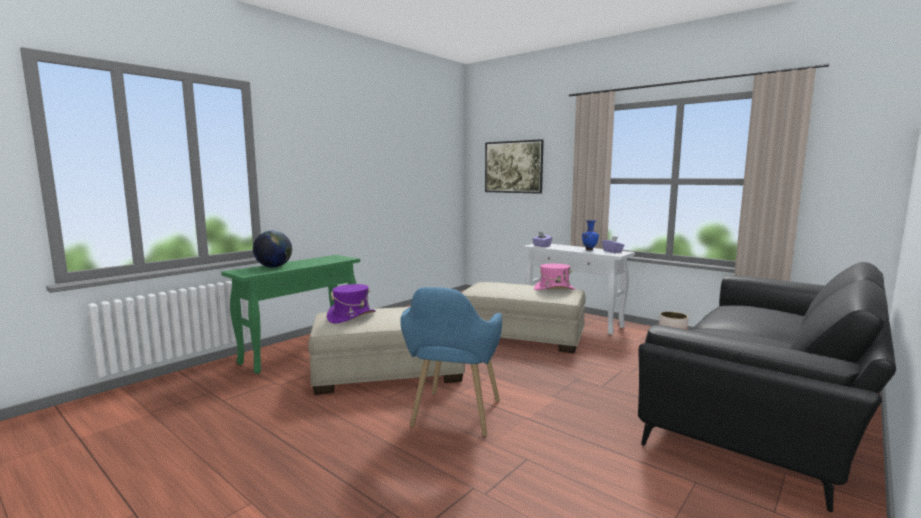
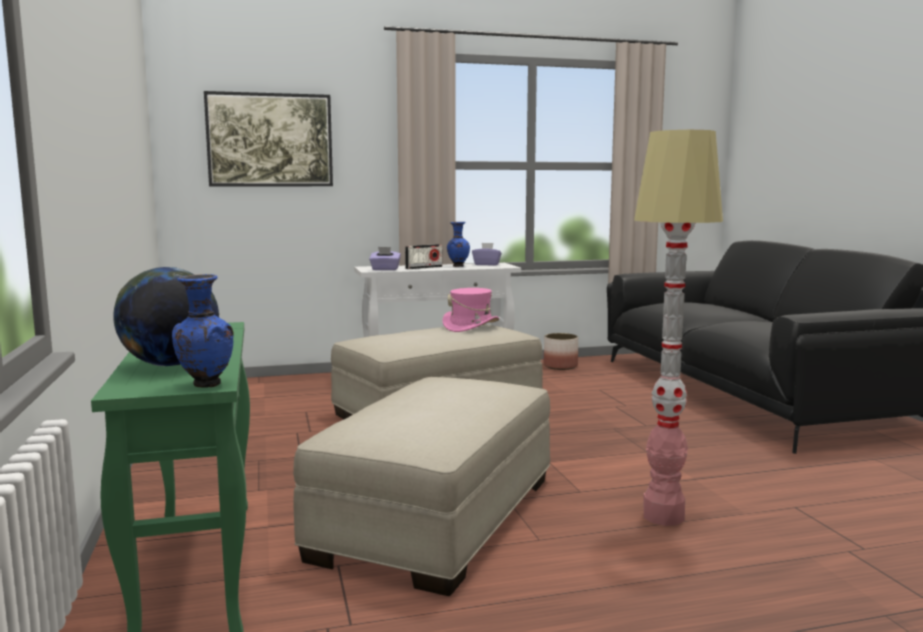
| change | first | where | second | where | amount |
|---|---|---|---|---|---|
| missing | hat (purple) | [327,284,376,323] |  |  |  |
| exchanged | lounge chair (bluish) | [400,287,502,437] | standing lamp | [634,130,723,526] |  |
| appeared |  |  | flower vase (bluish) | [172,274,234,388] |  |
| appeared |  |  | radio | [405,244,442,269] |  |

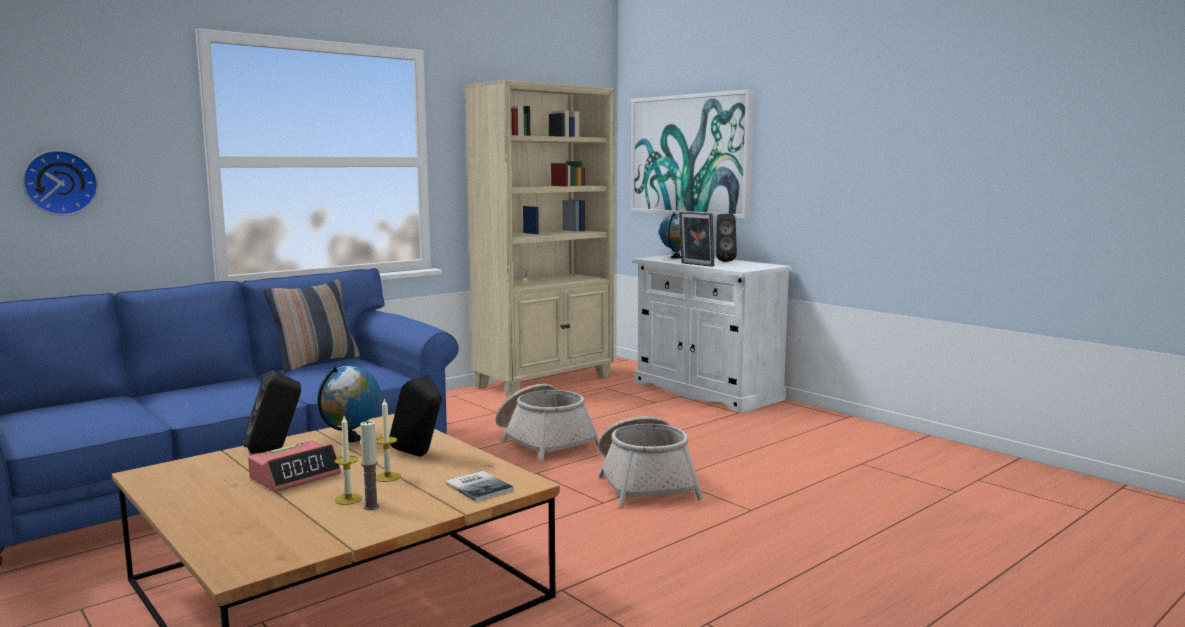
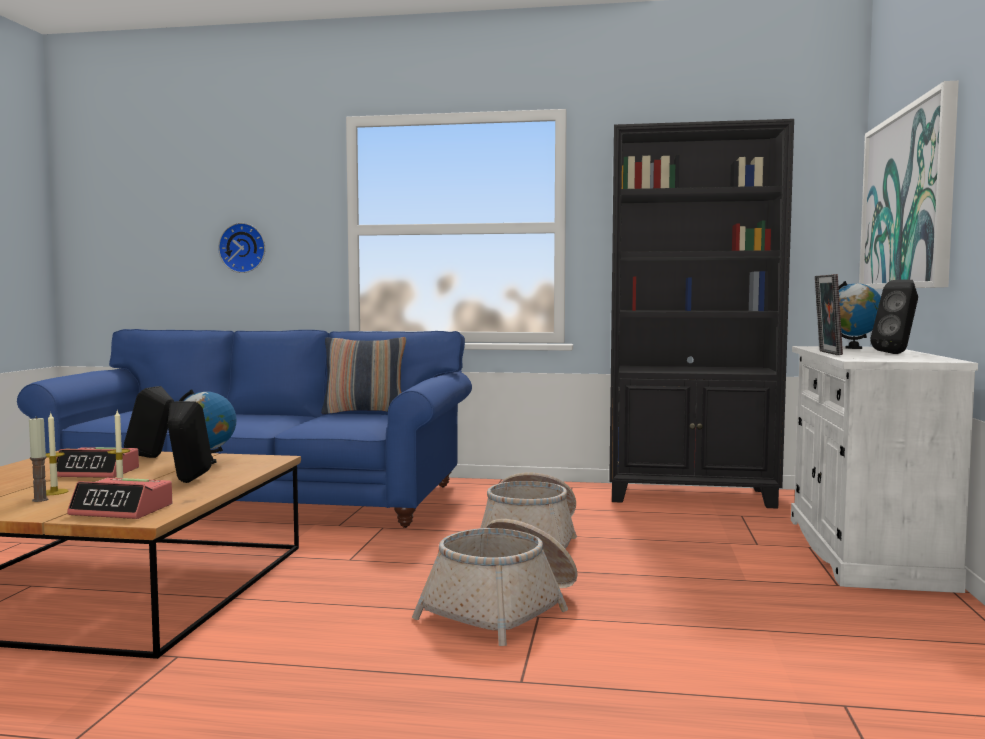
| change | first | where | second | where | amount |
|---|---|---|---|---|---|
| exchanged | volume | [445,471,514,502] | alarm clock | [67,478,172,519] |  |
| colour | bookcase (sand-coloured) | [465,80,615,398] | bookcase (blackish) | [609,119,794,509] |  |

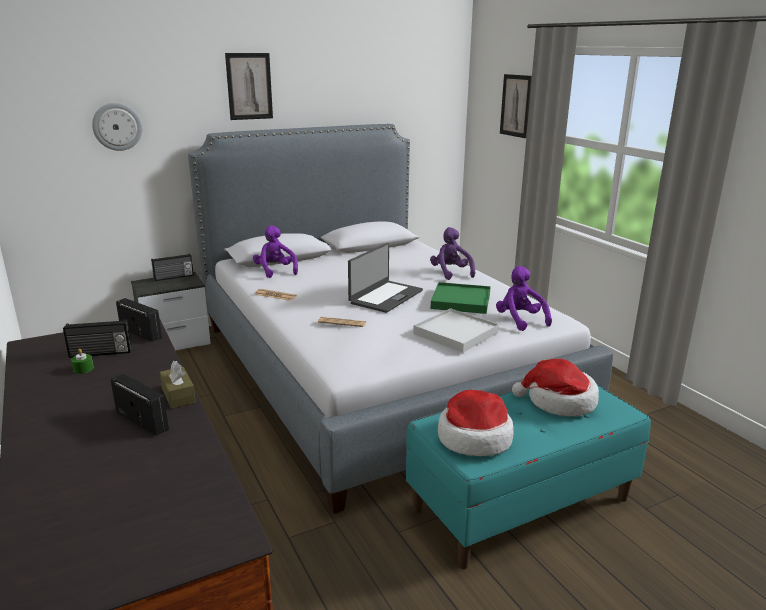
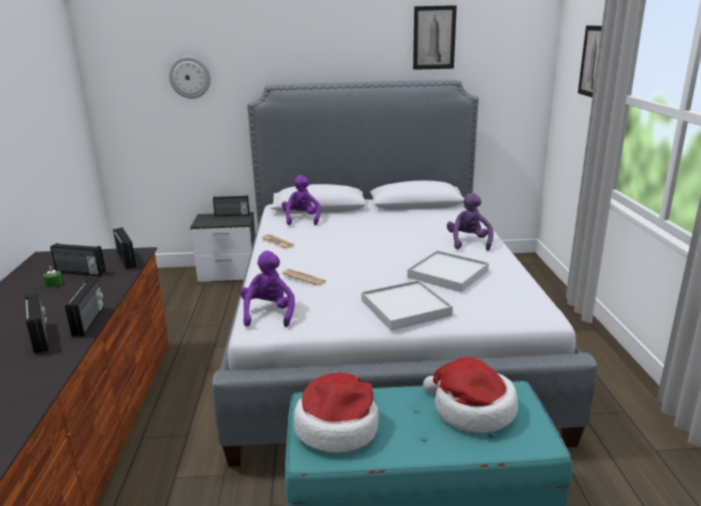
| change | first | where | second | where | amount |
|---|---|---|---|---|---|
| exchanged | tissue holder (brownish) | [160,361,196,409] | radio | [65,278,104,337] |  |
| relocated | wall picture | [225,53,273,120] |  | [413,5,457,70] |  |
| missing | notebook computer | [348,243,423,313] |  |  |  |
| colour | carrying tray (green-coloured) | [431,282,491,314] | carrying tray (whitish) | [407,250,489,292] |  |
| relocated | cuddly toy (purple) | [496,266,552,331] |  | [240,251,295,327] |  |

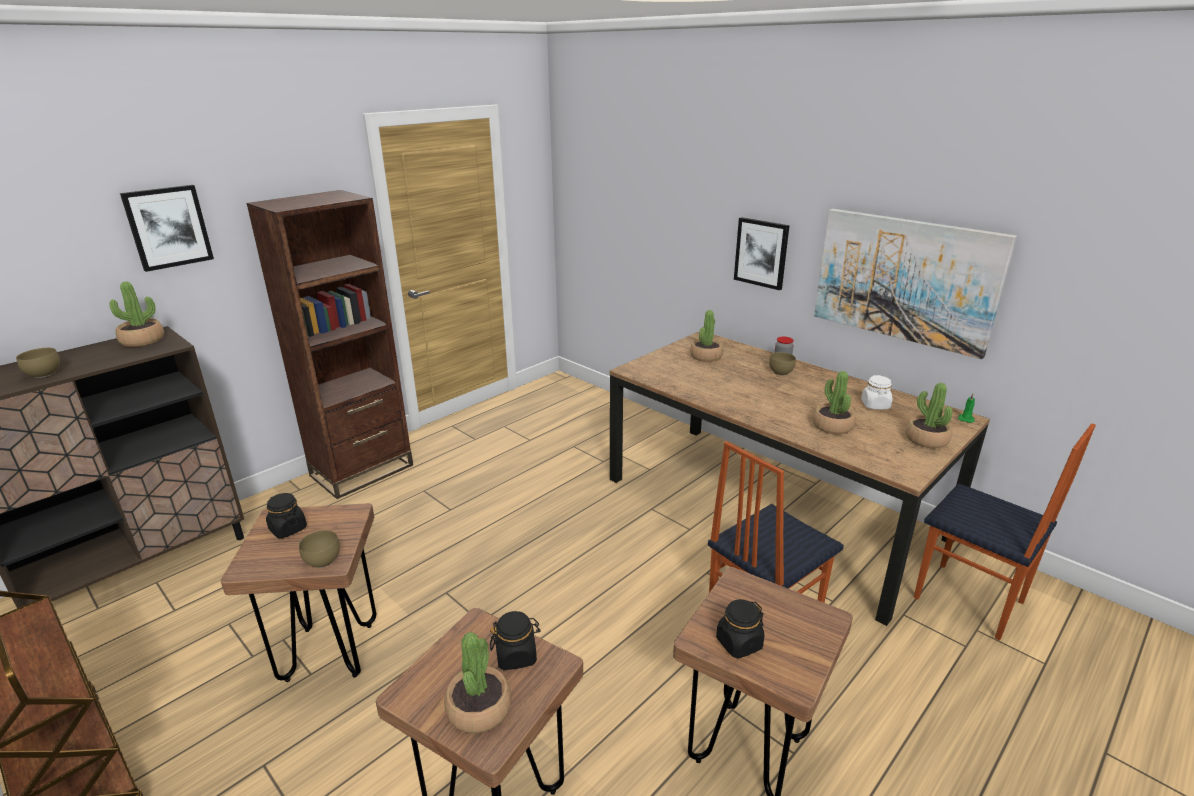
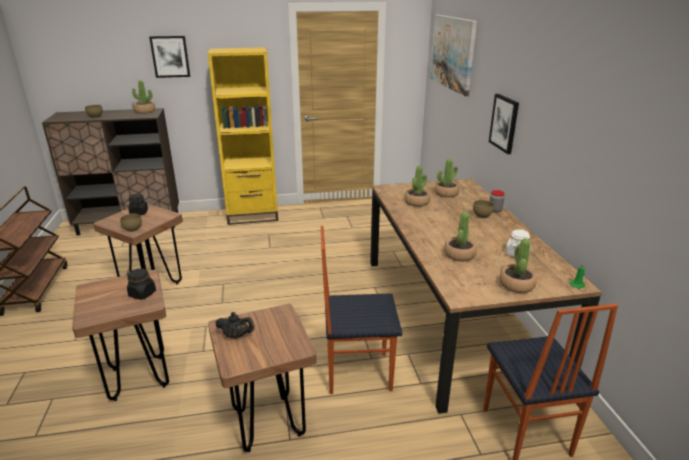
| change | first | where | second | where | amount |
|---|---|---|---|---|---|
| colour | bookcase (brownish) | [246,190,413,499] | bookcase (yellowish) | [208,47,278,225] |  |
| relocated | potted plant | [444,632,512,734] |  | [404,165,430,207] |  |
| exchanged | jar (blackish) | [716,599,764,659] | pot for tea (blackish) | [216,312,255,339] |  |
| relocated | wall picture | [814,209,1017,359] |  | [430,15,477,96] |  |

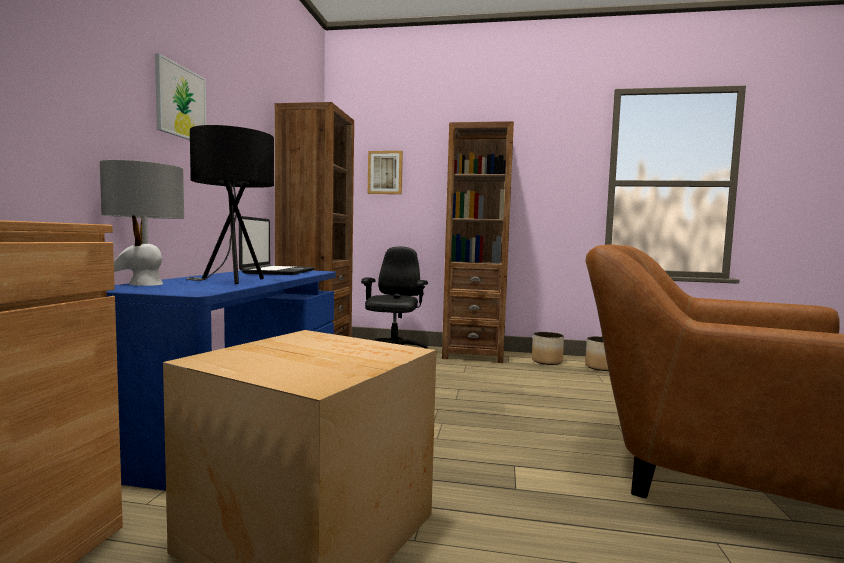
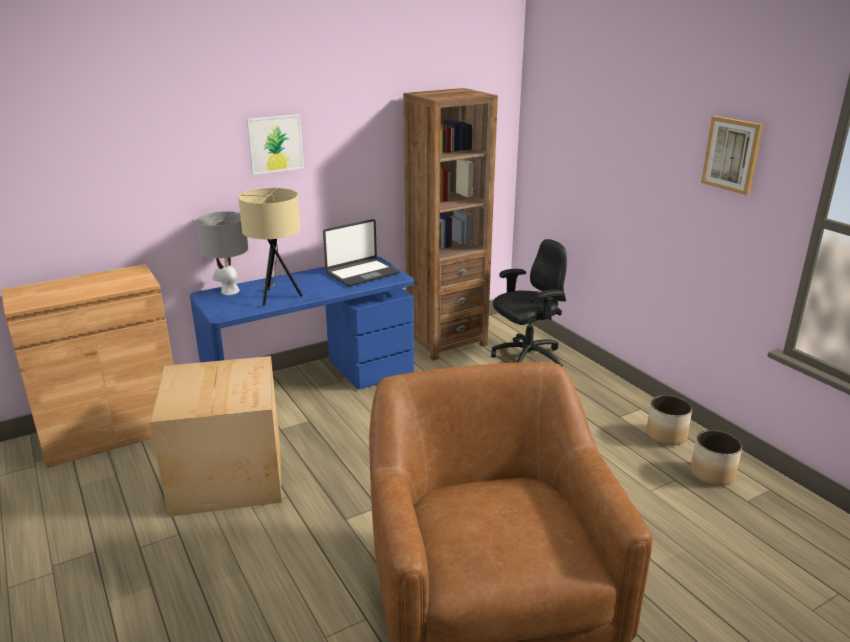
| change | first | where | second | where | amount |
|---|---|---|---|---|---|
| colour | lamp for a table (blackish) | [186,125,274,284] | lamp for a table (sand-coloured) | [238,188,303,306] |  |
| relocated | wall picture | [368,151,403,194] |  | [701,116,764,195] |  |
| missing | bookcase (brownish) | [442,121,514,363] |  |  |  |

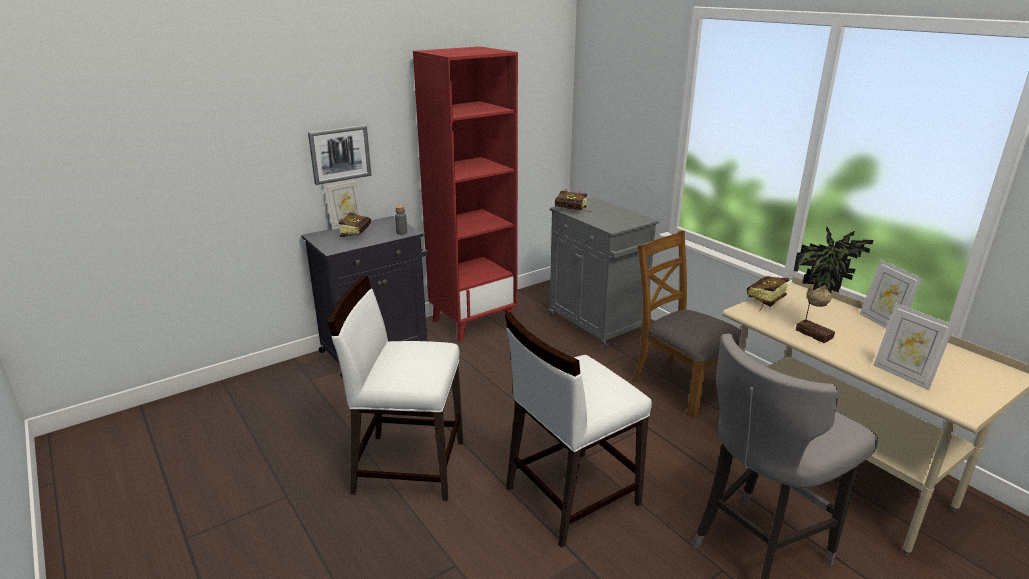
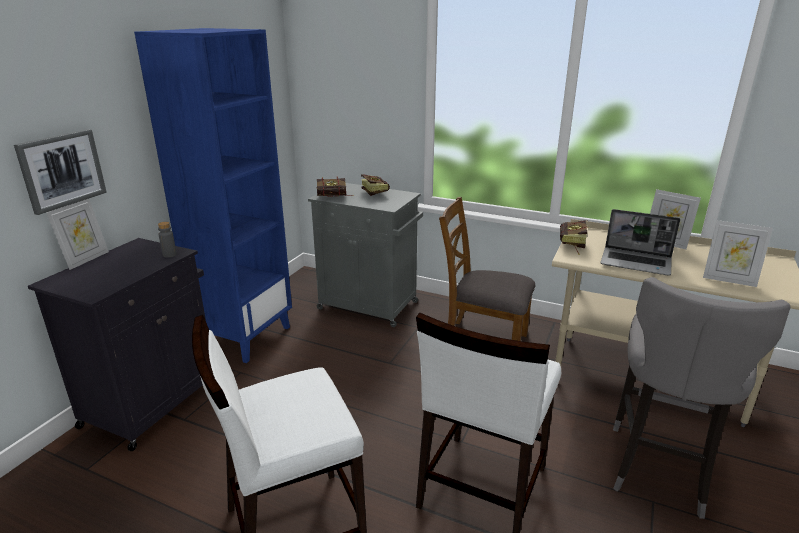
| change | first | where | second | where | amount |
|---|---|---|---|---|---|
| relocated | volume | [339,212,371,237] |  | [361,174,390,196] |  |
| colour | bookcase (red) | [413,46,518,342] | bookcase (bluish) | [134,28,292,363] |  |
| exchanged | potted plant | [794,227,873,343] | notebook computer | [600,209,680,276] |  |

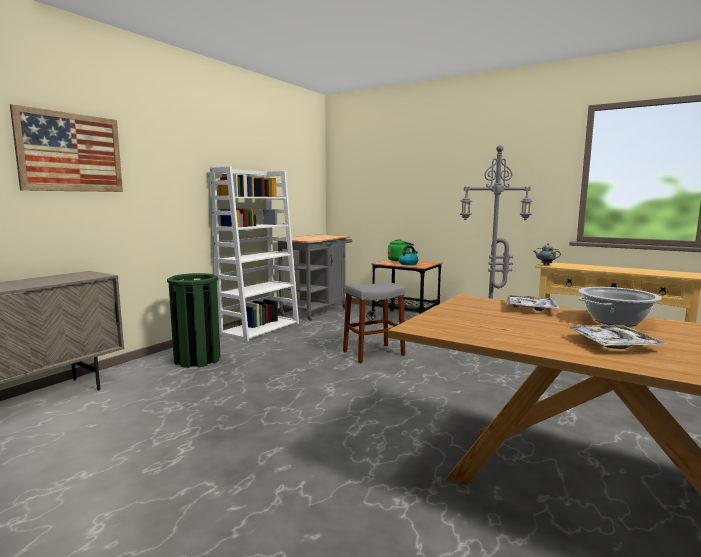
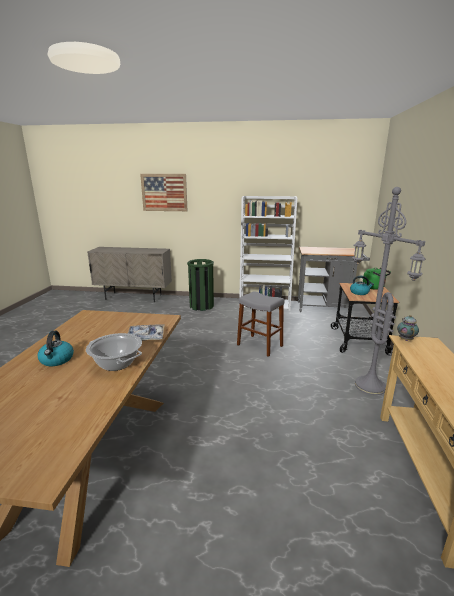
| change | first | where | second | where | amount |
|---|---|---|---|---|---|
| exchanged | carrying tray | [566,325,668,349] | kettle | [37,331,74,366] |  |

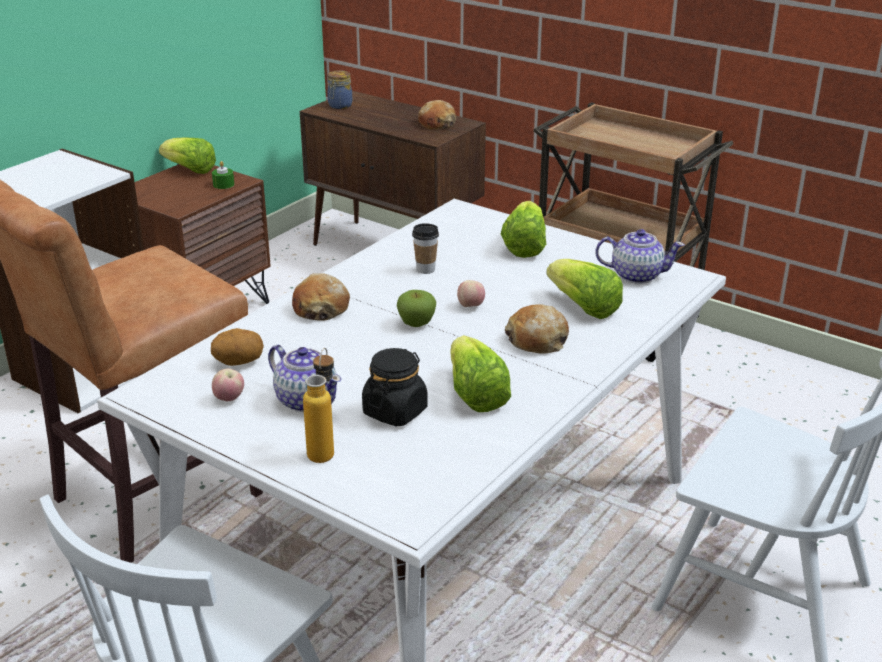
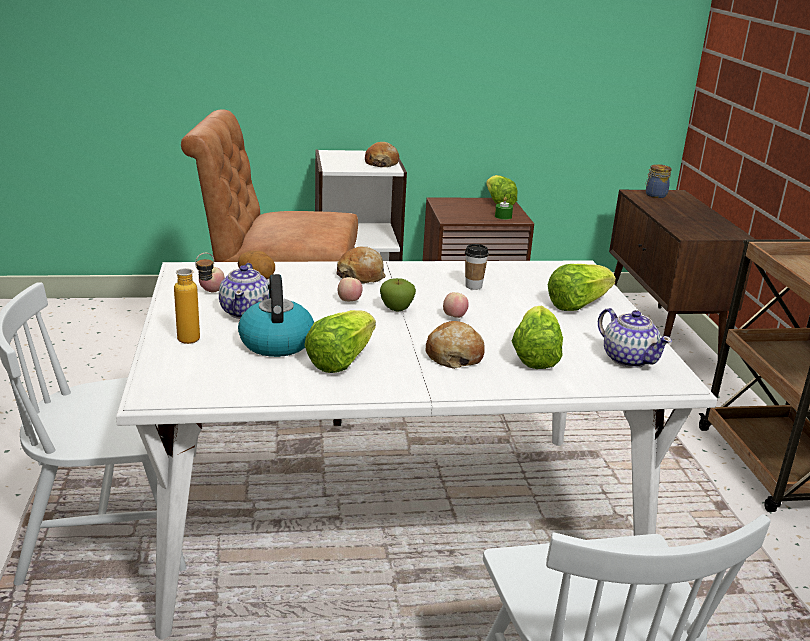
| change | first | where | second | where | amount |
|---|---|---|---|---|---|
| exchanged | jar (blackish) | [362,348,428,426] | kettle | [238,274,314,357] |  |
| relocated | baked bread | [418,100,456,129] |  | [365,142,399,167] |  |
| appeared |  |  | apple fruit | [338,277,362,301] |  |

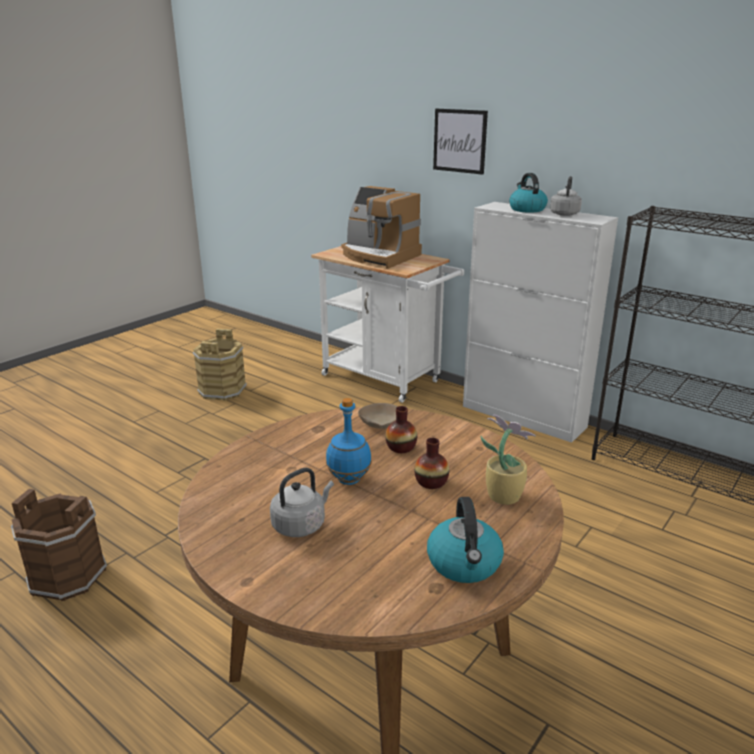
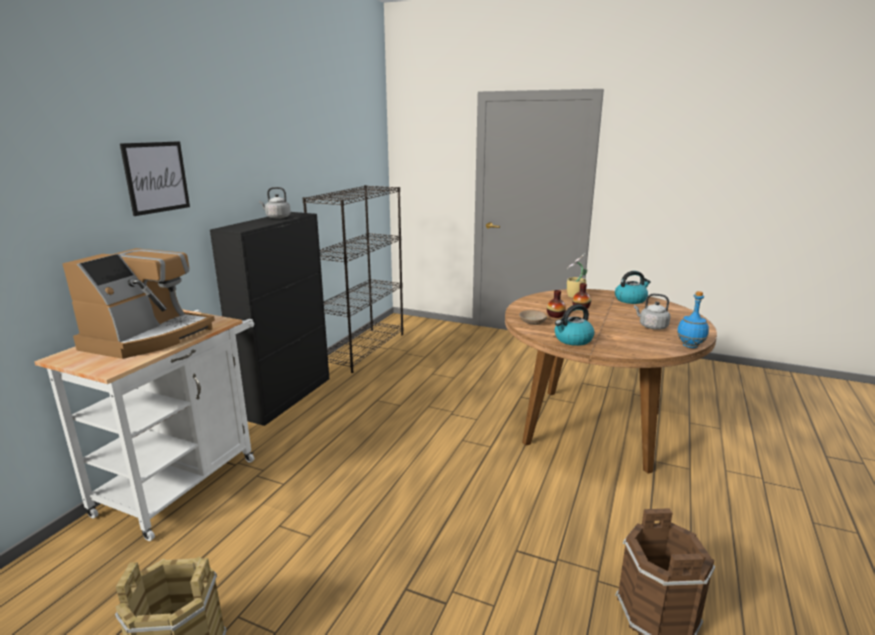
| change | first | where | second | where | amount |
|---|---|---|---|---|---|
| relocated | beverage bottle (bluish) | [326,398,372,485] |  | [677,291,709,348] |  |
| colour | storage cabinet (whitish) | [463,202,618,443] | storage cabinet (blackish) | [210,212,329,426] |  |
| relocated | kettle | [509,173,548,213] |  | [555,304,595,346] |  |

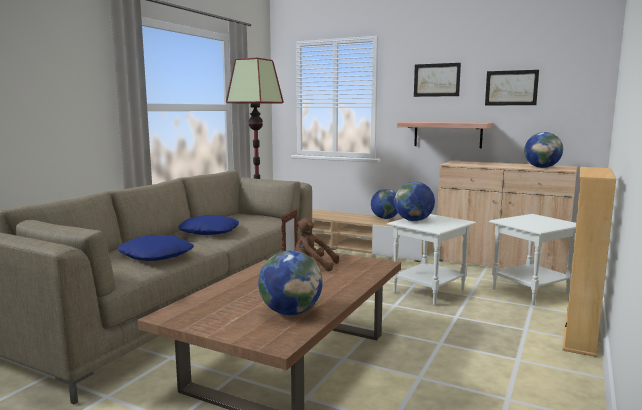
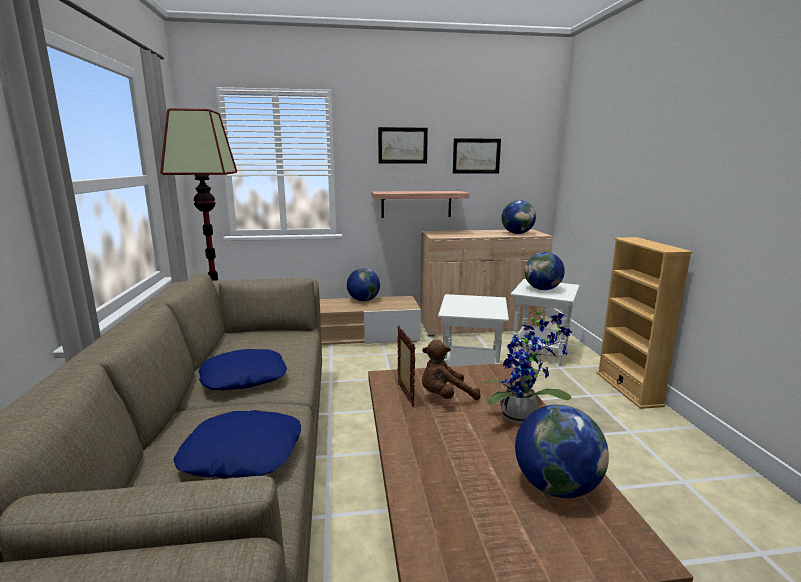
| change | first | where | second | where | amount |
|---|---|---|---|---|---|
| relocated | globe | [394,182,435,221] |  | [524,252,565,290] |  |
| appeared |  |  | potted plant | [482,308,572,424] |  |

